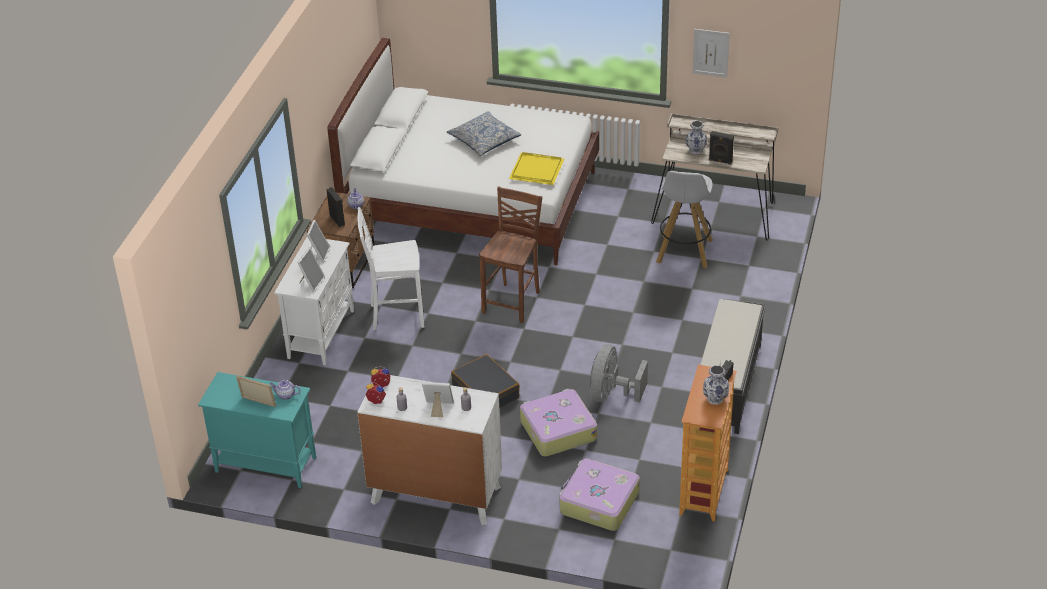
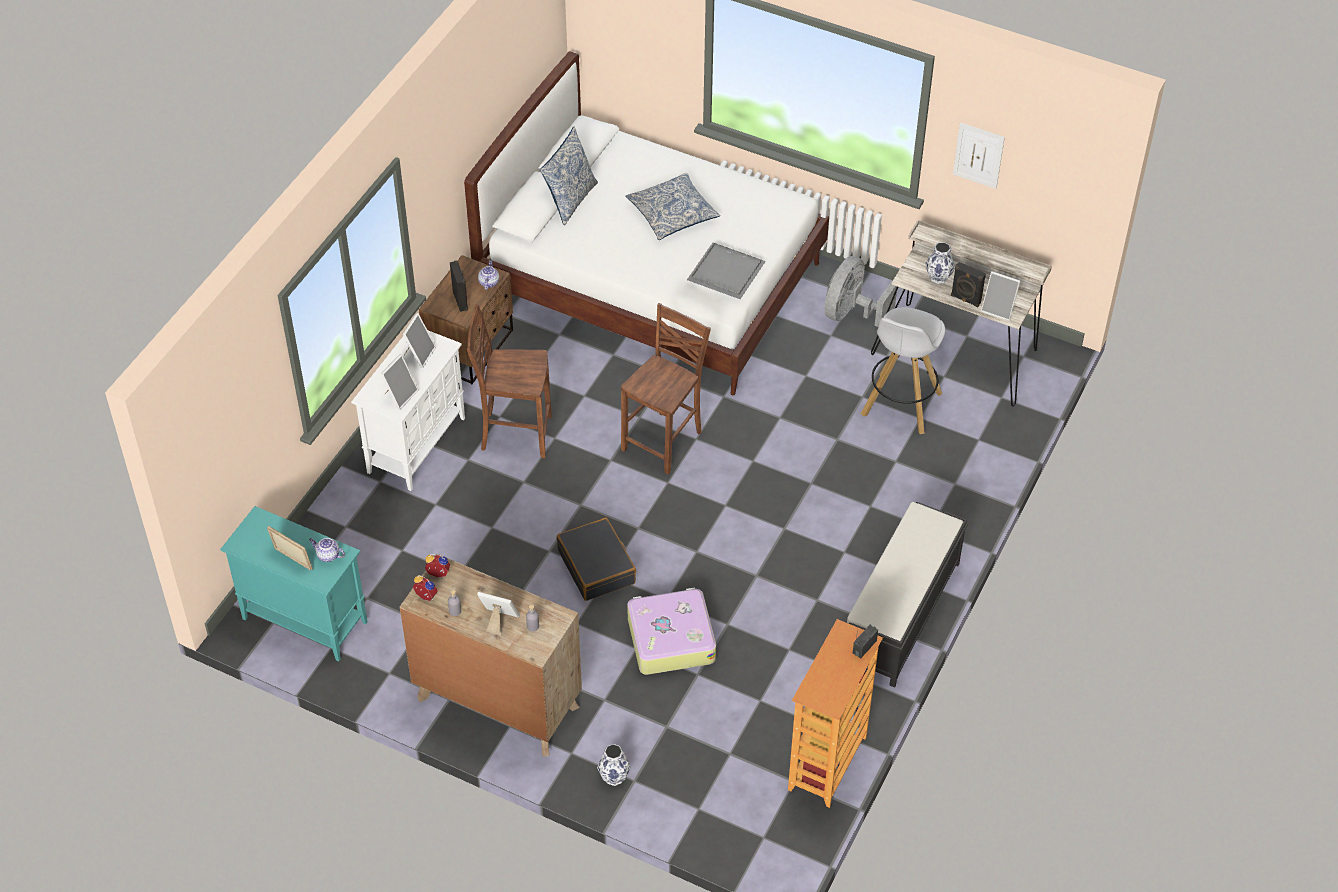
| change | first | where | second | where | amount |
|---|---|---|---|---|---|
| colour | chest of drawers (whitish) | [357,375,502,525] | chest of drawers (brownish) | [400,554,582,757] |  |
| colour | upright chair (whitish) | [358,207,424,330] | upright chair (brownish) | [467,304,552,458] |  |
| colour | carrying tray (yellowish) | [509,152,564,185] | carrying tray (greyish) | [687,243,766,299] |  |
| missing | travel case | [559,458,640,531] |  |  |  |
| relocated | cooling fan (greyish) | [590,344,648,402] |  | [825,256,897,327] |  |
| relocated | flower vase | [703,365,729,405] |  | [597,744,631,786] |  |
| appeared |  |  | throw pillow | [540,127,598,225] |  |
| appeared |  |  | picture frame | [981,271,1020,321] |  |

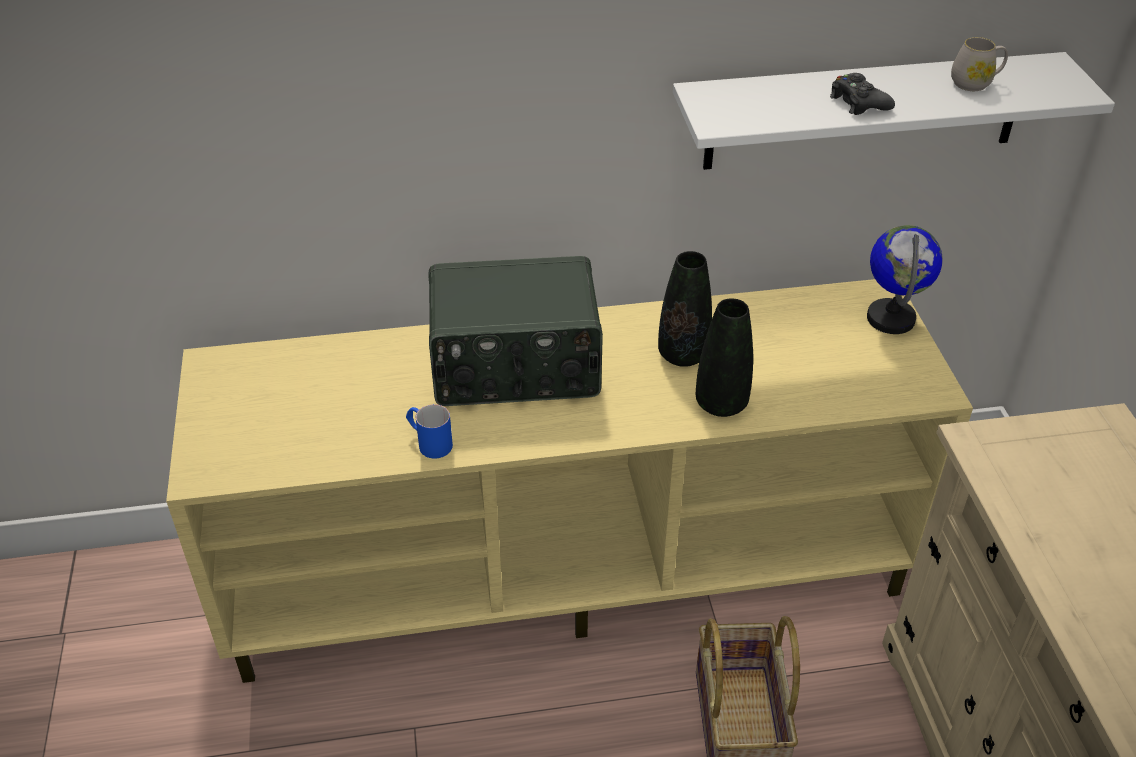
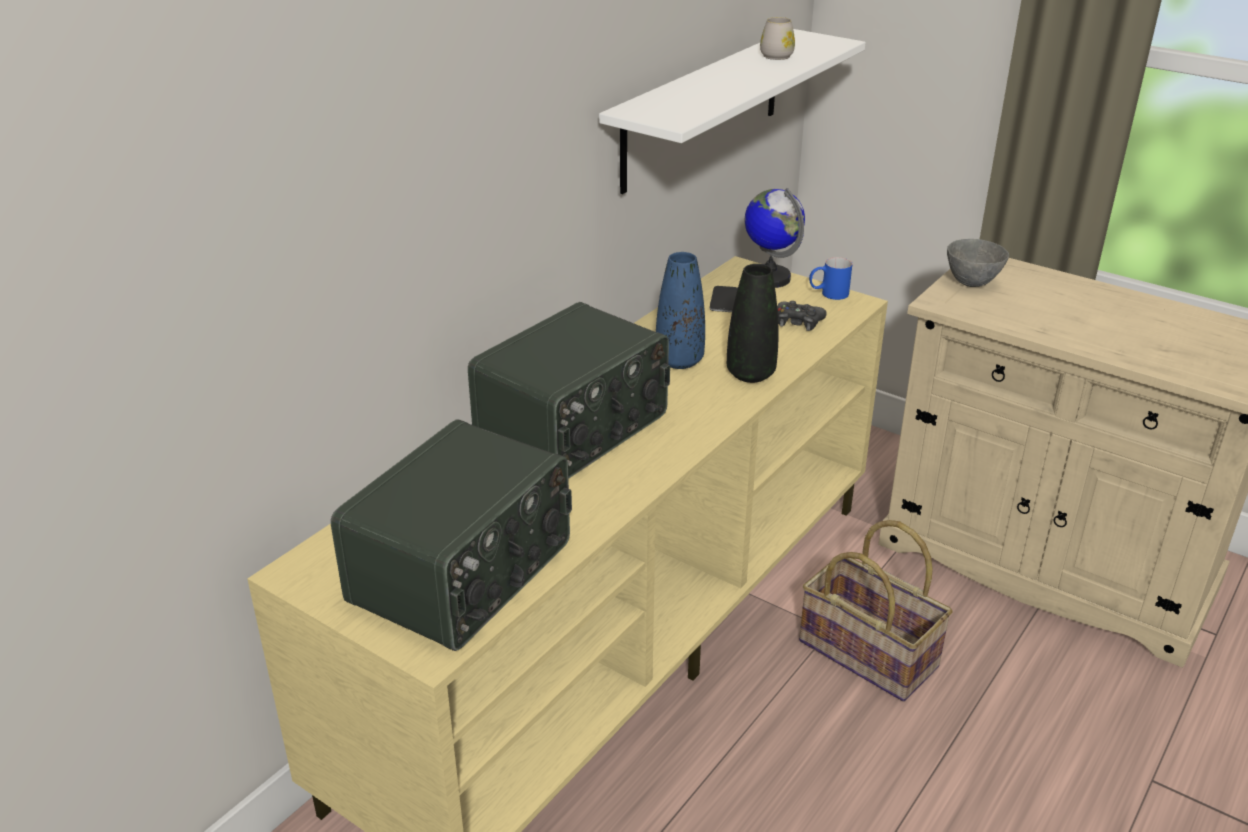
| change | first | where | second | where | amount |
|---|---|---|---|---|---|
| relocated | tea mug (bluish) | [406,404,453,458] |  | [809,257,852,300] |  |
| colour | flower vase (blackish) | [658,251,712,367] | flower vase (bluish) | [656,252,705,369] |  |
| relocated | joypad (blackish) | [830,73,895,115] |  | [777,301,827,331] |  |
| appeared |  |  | radio | [331,419,572,651] |  |
| appeared |  |  | handset | [710,286,738,312] |  |
| appeared |  |  | deep dish (greyish) | [947,239,1009,287] |  |

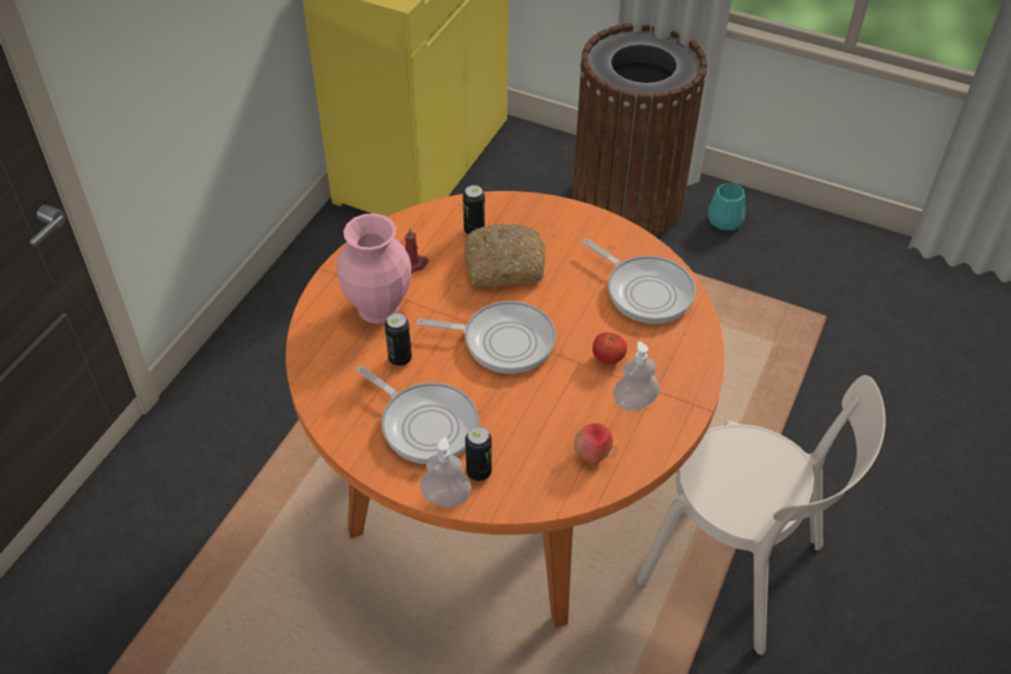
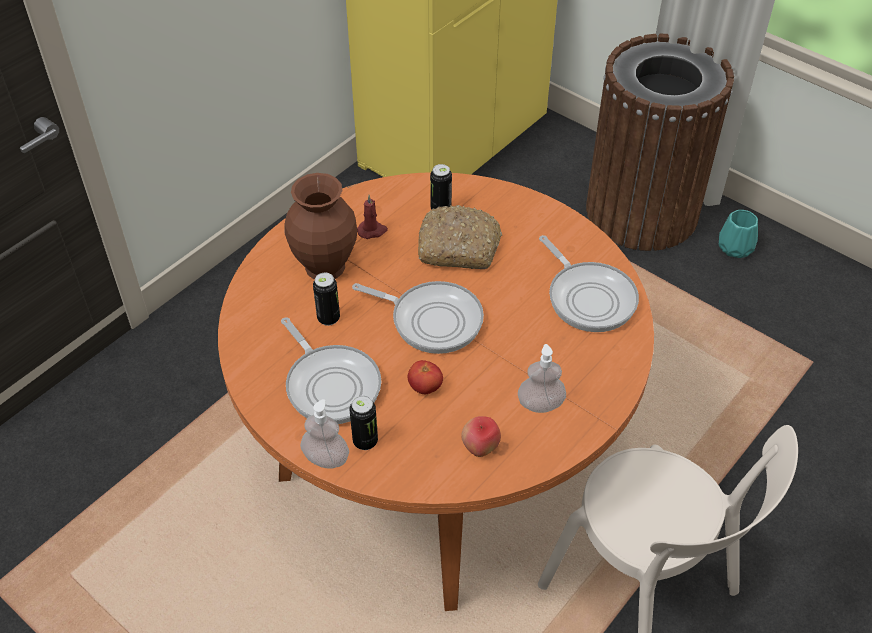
| change | first | where | second | where | amount |
|---|---|---|---|---|---|
| colour | flower vase (pinkish) | [337,213,411,324] | flower vase (brownish) | [284,173,357,279] |  |
| relocated | whole tomato | [592,332,627,365] |  | [408,360,443,394] |  |

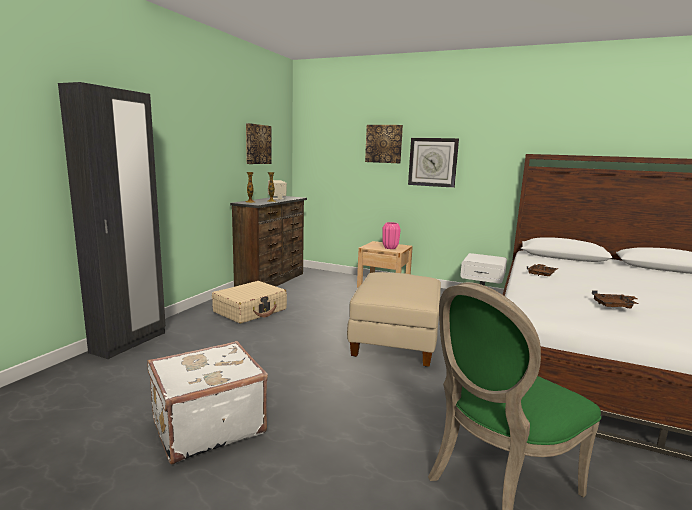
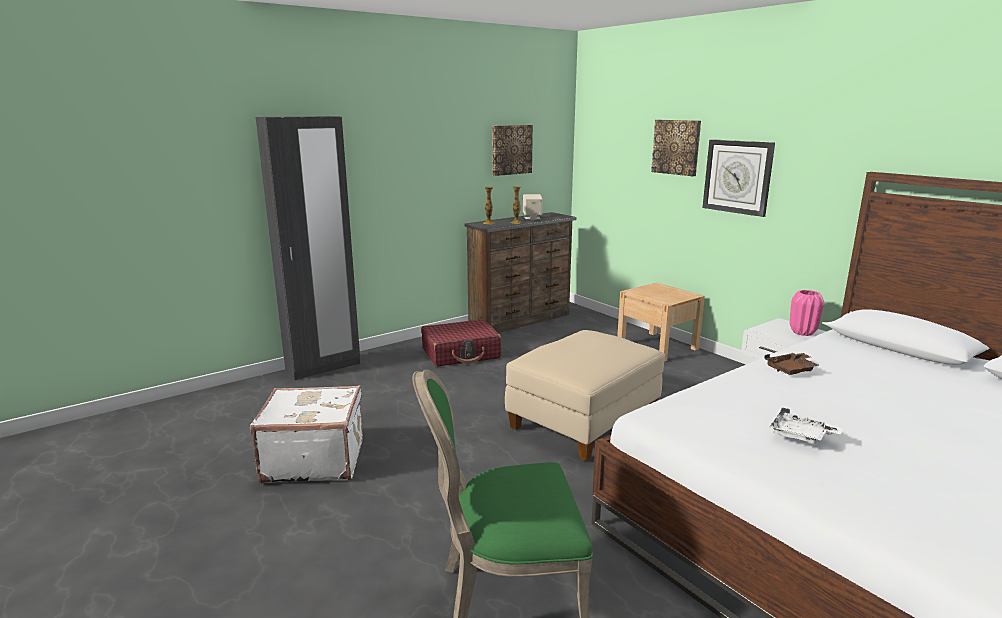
| change | first | where | second | where | amount |
|---|---|---|---|---|---|
| colour | travel case (sand-coloured) | [212,281,287,324] | travel case (red) | [421,319,501,367] |  |
| relocated | flower vase (pinkish) | [382,222,401,249] |  | [790,290,824,336] |  |
| colour | carrying tray (brownish) | [592,290,638,308] | carrying tray (whitish) | [770,407,843,445] |  |

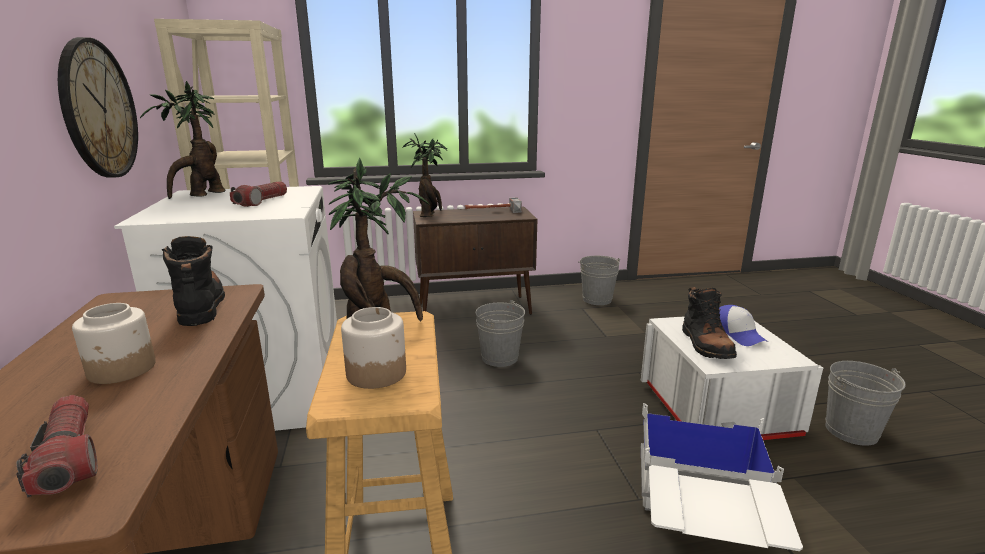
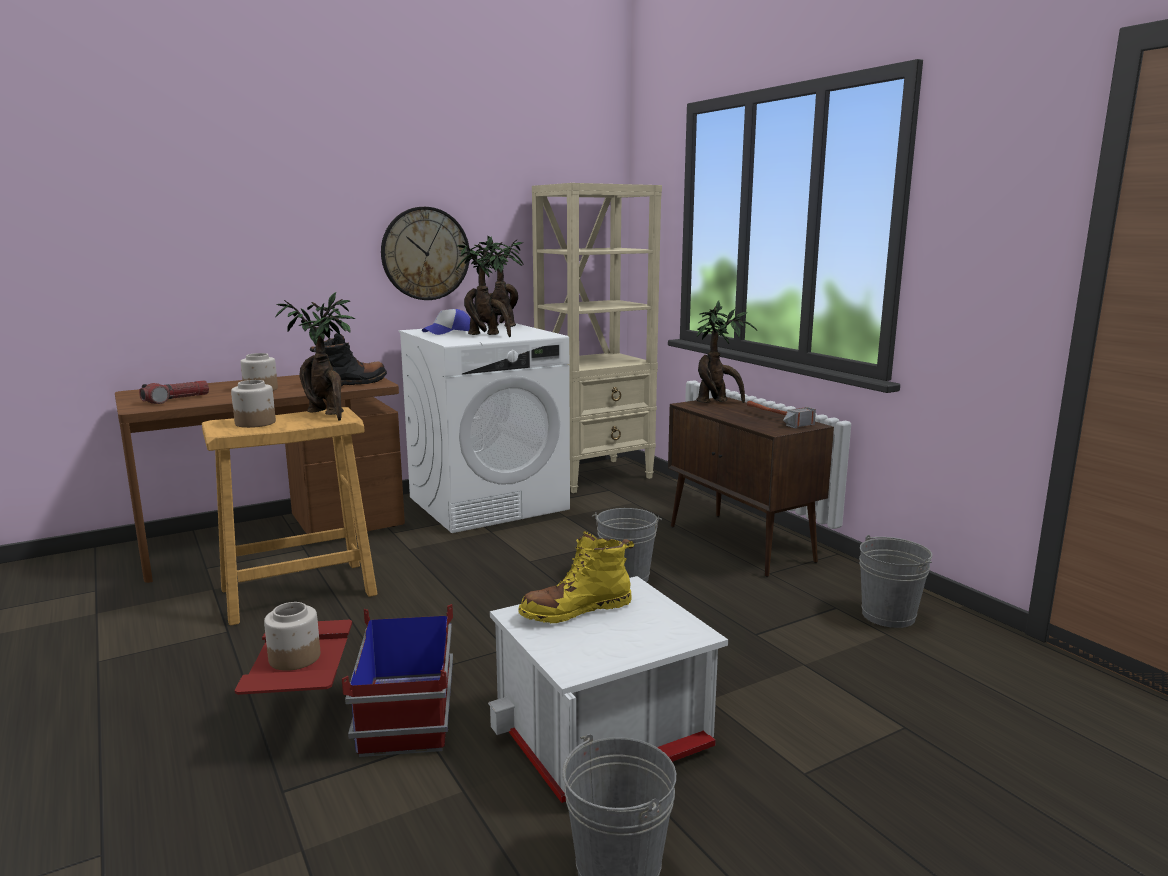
| change | first | where | second | where | amount |
|---|---|---|---|---|---|
| exchanged | torch | [230,181,287,207] | potted plant | [456,236,522,337] |  |
| colour | storage container (whitish) | [641,403,803,551] | storage container (red) | [234,604,453,757] |  |
| colour | high-top boot (blackish) | [682,287,737,359] | high-top boot (yellowish) | [518,531,634,623] |  |
| relocated | cap | [719,305,768,346] |  | [422,309,470,335] |  |
| appeared |  |  | jar | [264,602,320,671] |  |

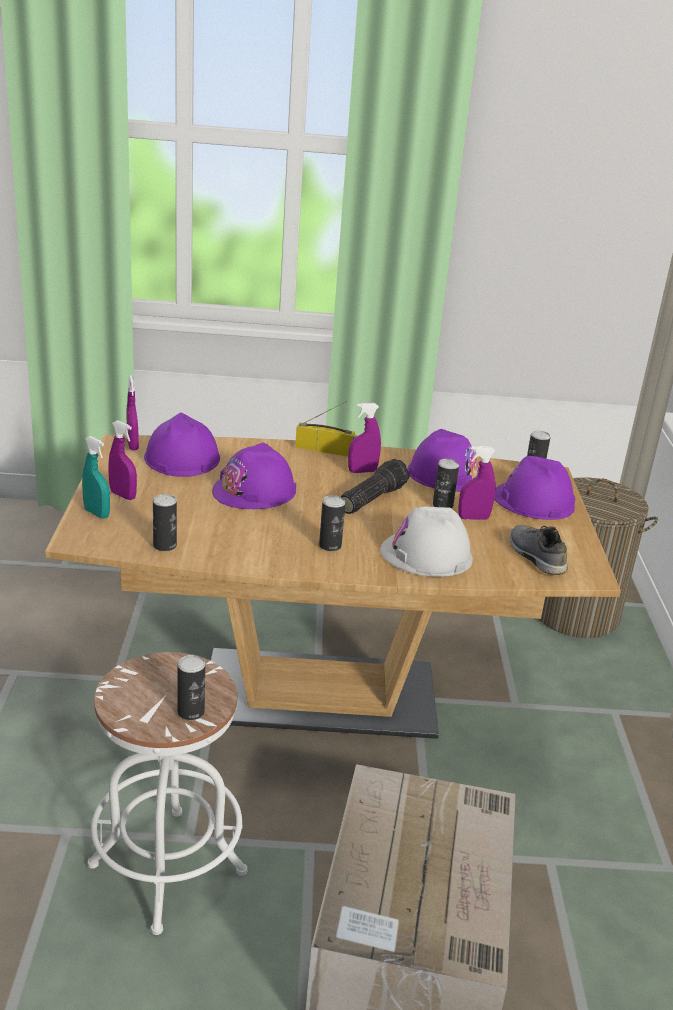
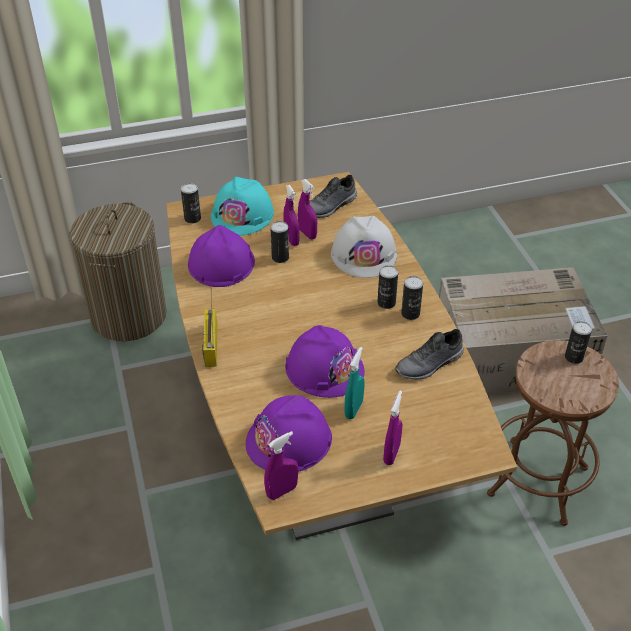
| change | first | where | second | where | amount |
|---|---|---|---|---|---|
| relocated | spray bottle (turquoise) | [82,436,110,519] |  | [344,347,364,419] |  |
| colour | stool seat (whitish) | [87,652,247,935] | stool seat (brownish) | [487,340,619,526] |  |
| relocated | metal can | [153,494,177,551] |  | [401,276,423,320] |  |
| missing | torch | [340,459,410,514] |  |  |  |
| relocated | spray bottle (purple) | [348,403,381,473] |  | [298,179,317,239] |  |
| colour | safety helmet (purple) | [494,456,575,520] | safety helmet (turquoise) | [211,177,274,236] |  |
| appeared |  |  | low shoe (greyish) | [395,329,464,380] |  |

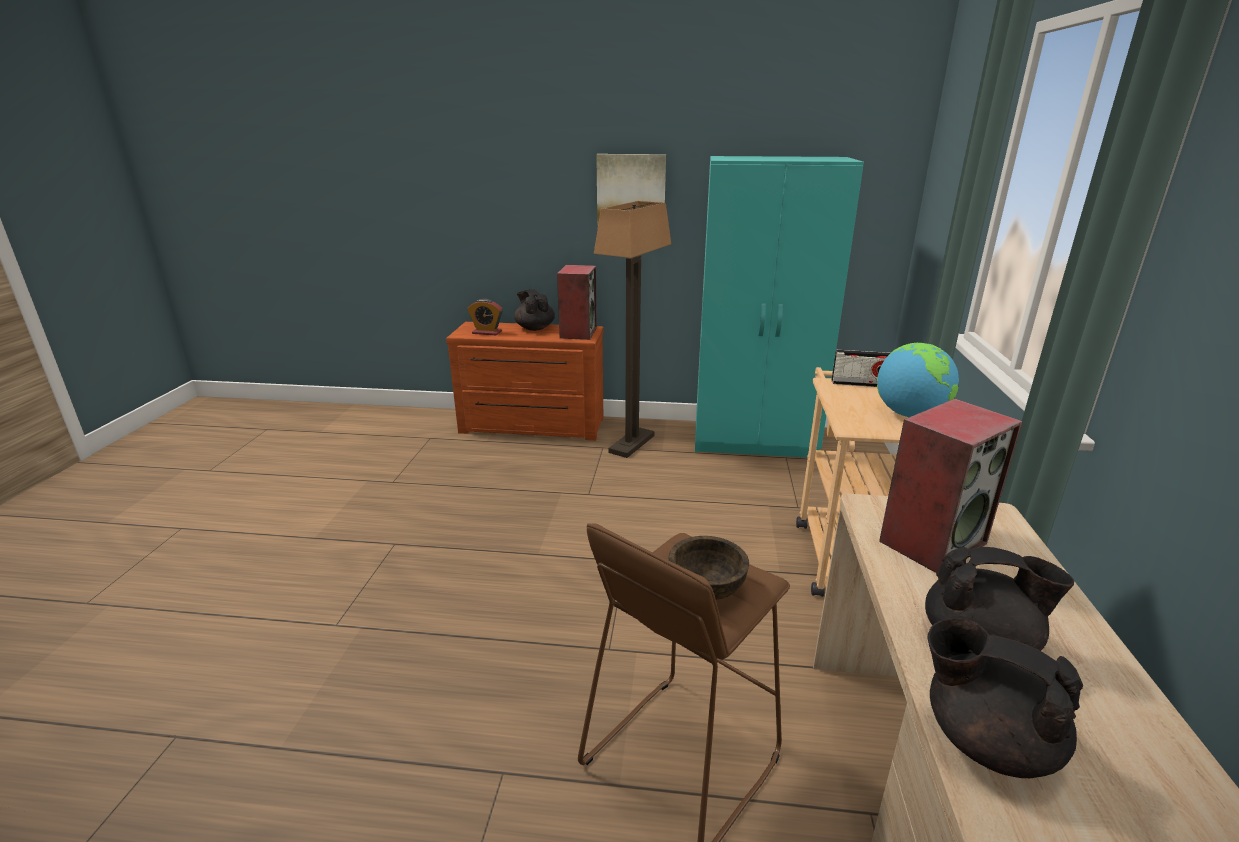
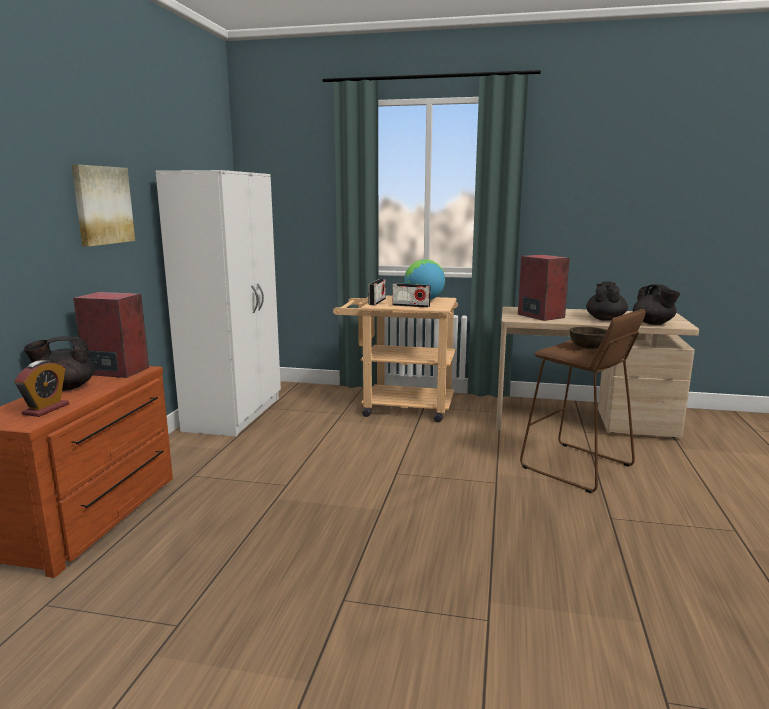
| change | first | where | second | where | amount |
|---|---|---|---|---|---|
| missing | standing lamp | [594,201,671,458] |  |  |  |
| colour | wardrobe (turquoise) | [695,156,864,457] | wardrobe (whitish) | [156,170,281,437] |  |
| spun | pot for tea (blackish) | [928,618,1083,778] |  | [633,284,680,325] | 60 degrees counterclockwise |
| appeared |  |  | radio | [392,283,431,308] |  |

